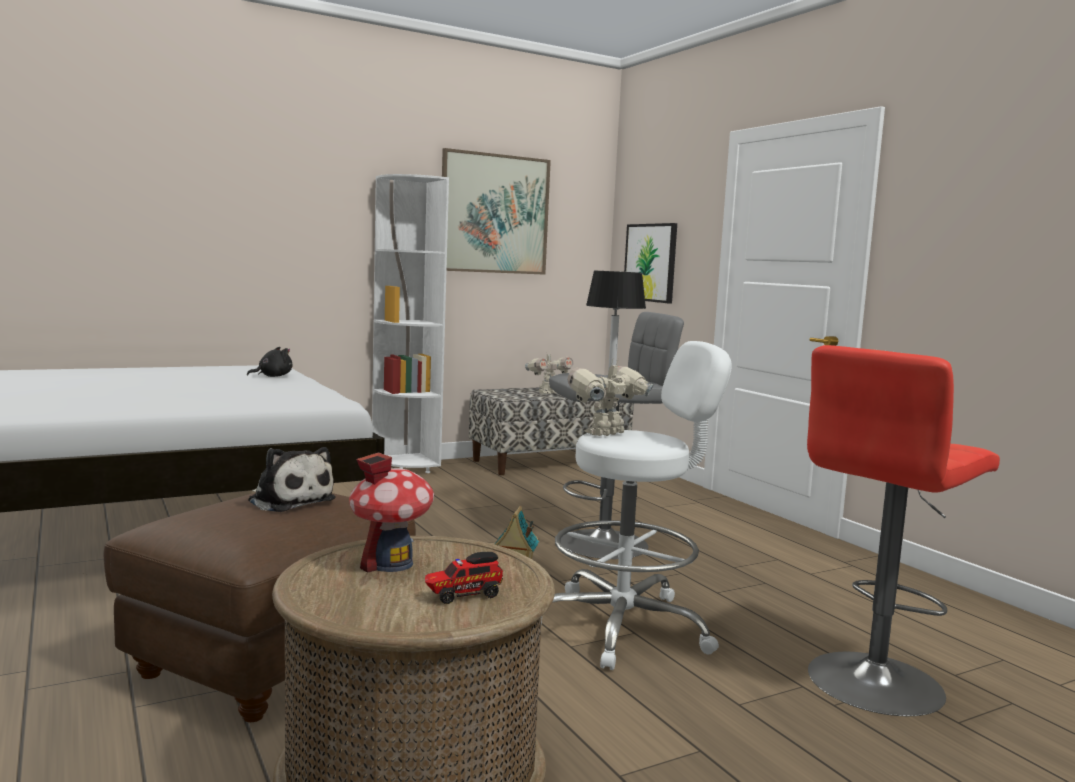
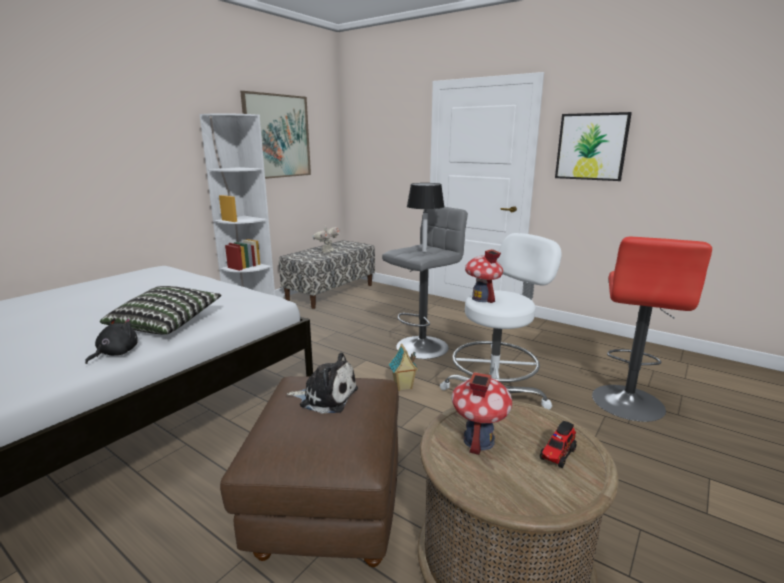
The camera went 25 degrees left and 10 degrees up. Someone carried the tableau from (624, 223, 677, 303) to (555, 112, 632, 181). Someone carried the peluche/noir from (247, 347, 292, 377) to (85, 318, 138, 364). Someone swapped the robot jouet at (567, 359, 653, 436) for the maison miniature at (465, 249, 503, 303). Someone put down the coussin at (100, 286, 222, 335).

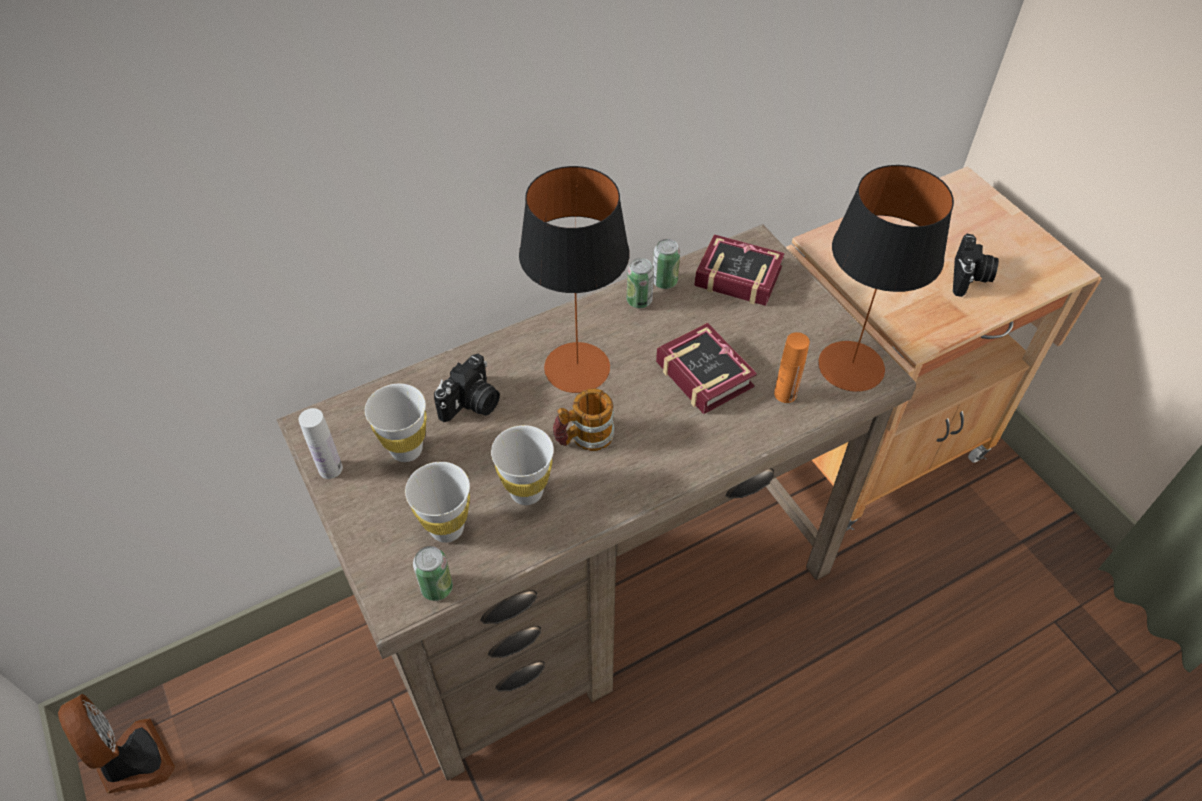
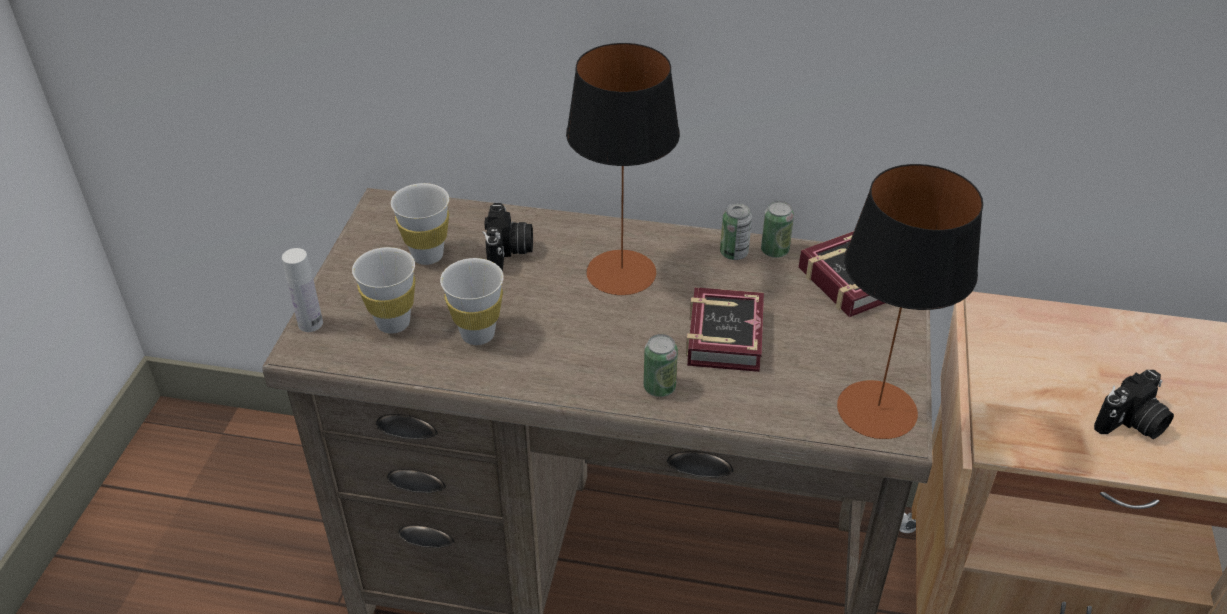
The camera went 40 degrees right and 10 degrees down. Someone took away the bouteille/orange at (774, 332, 810, 403). Someone rotated the appareil photo at (434, 354, 500, 422) by 75 degrees counterclockwise. Someone took away the mug at (553, 388, 614, 451). Someone carried the bouteille/blanc from (299, 408, 343, 479) to (282, 248, 323, 332). Someone carried the boîte métallique from (413, 546, 453, 601) to (644, 334, 678, 397). Someone took away the ventilateur at (58, 694, 175, 793).

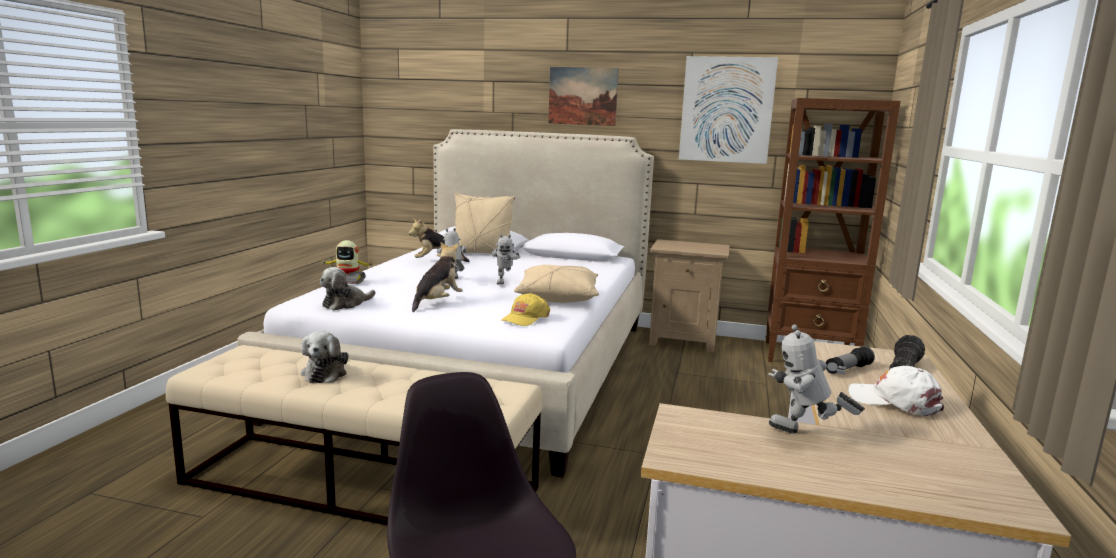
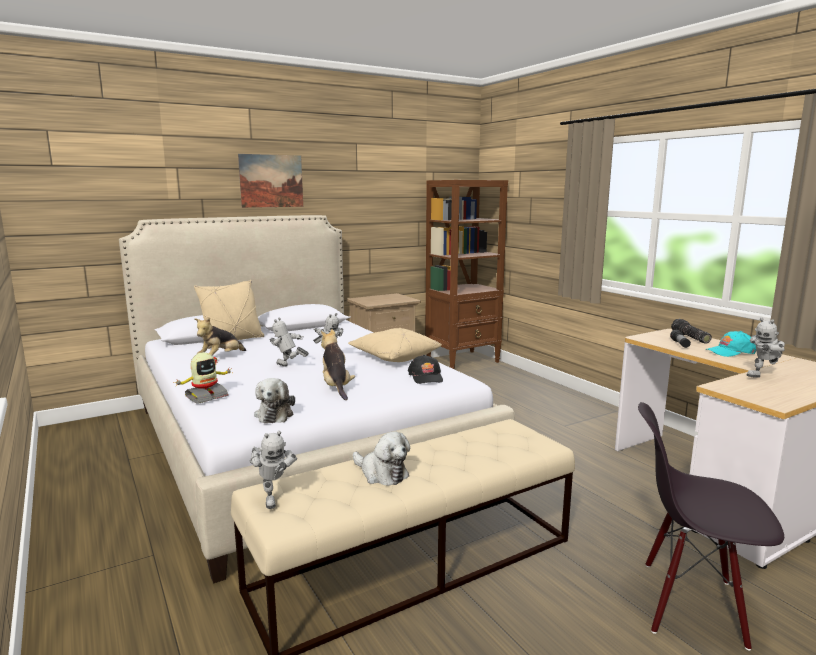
The camera went 45 degrees left and 0 degrees up. Someone took away the tableau at (679, 56, 778, 164). Someone repainted the casquette/jaune at (501, 293, 550, 326), which became the casquette/noir at (408, 355, 443, 384). Someone repainted the casquette/blanc at (848, 366, 944, 416), which became the casquette/turquoise at (707, 331, 756, 357). Someone put down the robot jouet at (250, 430, 297, 509).

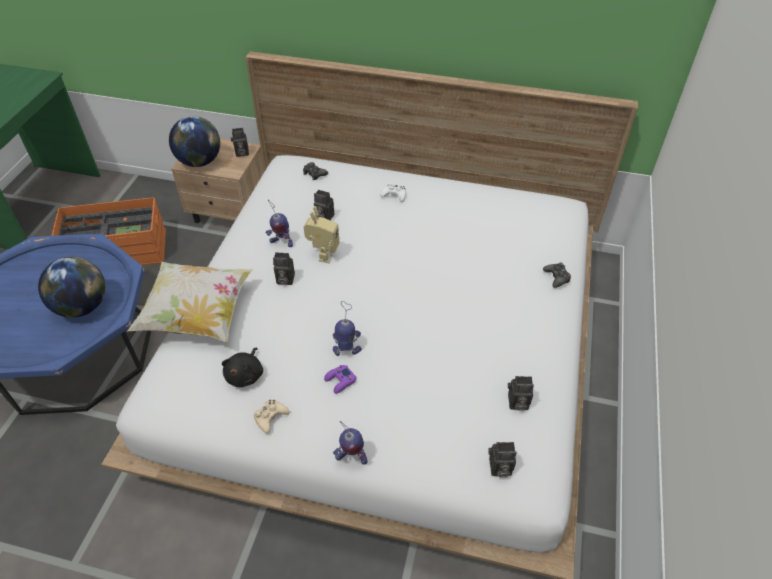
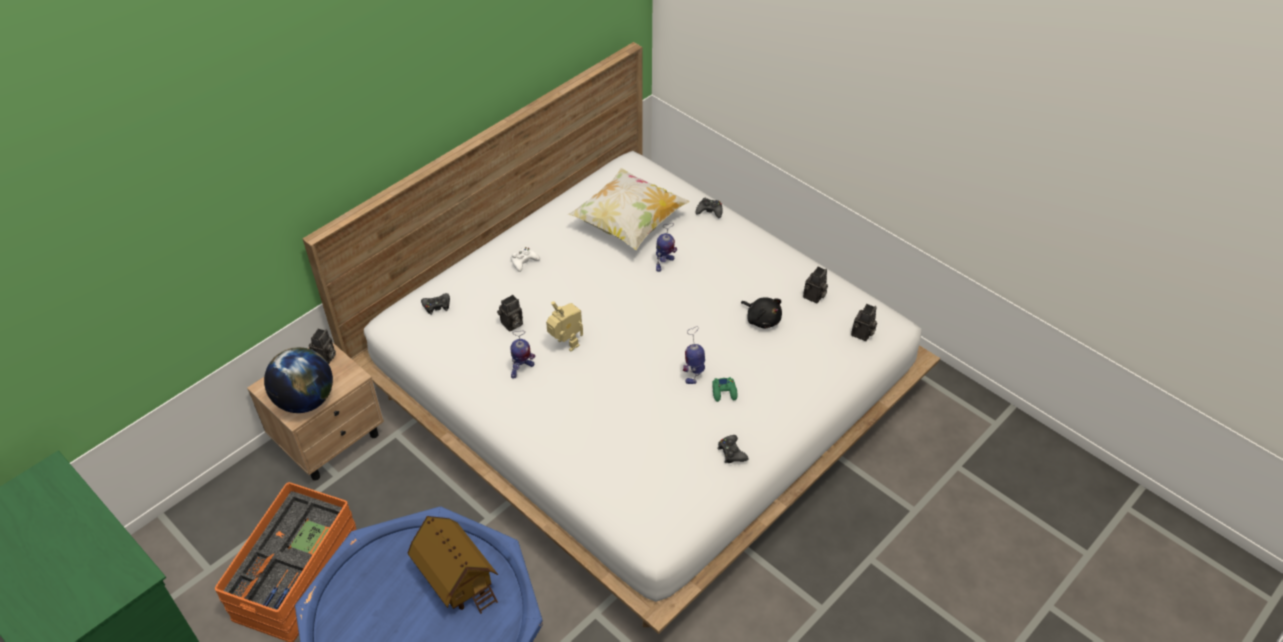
The camera went 60 degrees left and 0 degrees up. Someone took away the appareil photo at (273, 252, 295, 285). Someone swapped the globe at (38, 257, 105, 318) for the maison miniature at (408, 516, 498, 614). Someone carried the coussin from (127, 262, 253, 342) to (568, 168, 690, 250). Someone carried the peluche/noir from (222, 348, 263, 387) to (741, 297, 782, 329). Someone repainted the manette/violet at (324, 365, 356, 394), which became the manette/vert at (712, 377, 738, 402). Someone repainted the manette/beige at (254, 400, 290, 434), which became the manette/noir at (717, 435, 749, 463). Someone carried the robot jouet from (333, 421, 368, 465) to (656, 223, 677, 272).

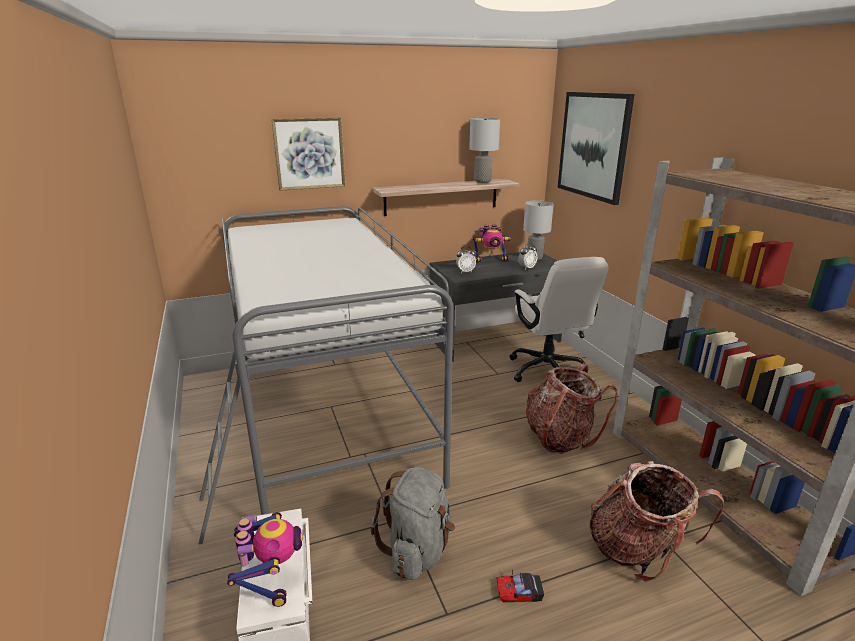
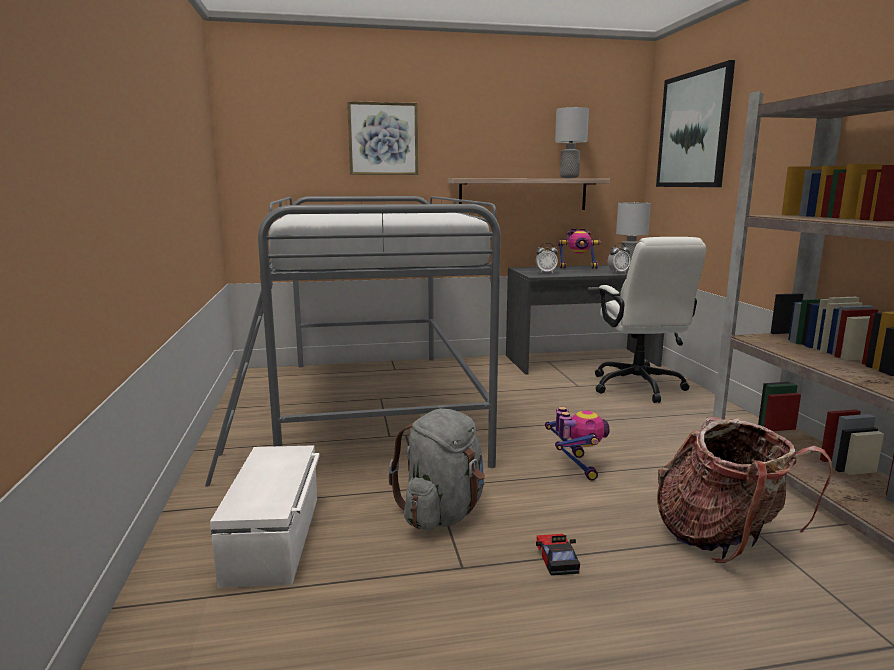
The camera went 10 degrees right and 10 degrees down. Someone took away the sac à dos at (526, 363, 617, 454). Someone carried the robot jouet from (227, 512, 304, 607) to (545, 407, 610, 480). Someone rotated the petite voiture at (496, 571, 544, 602) by 75 degrees clockwise.

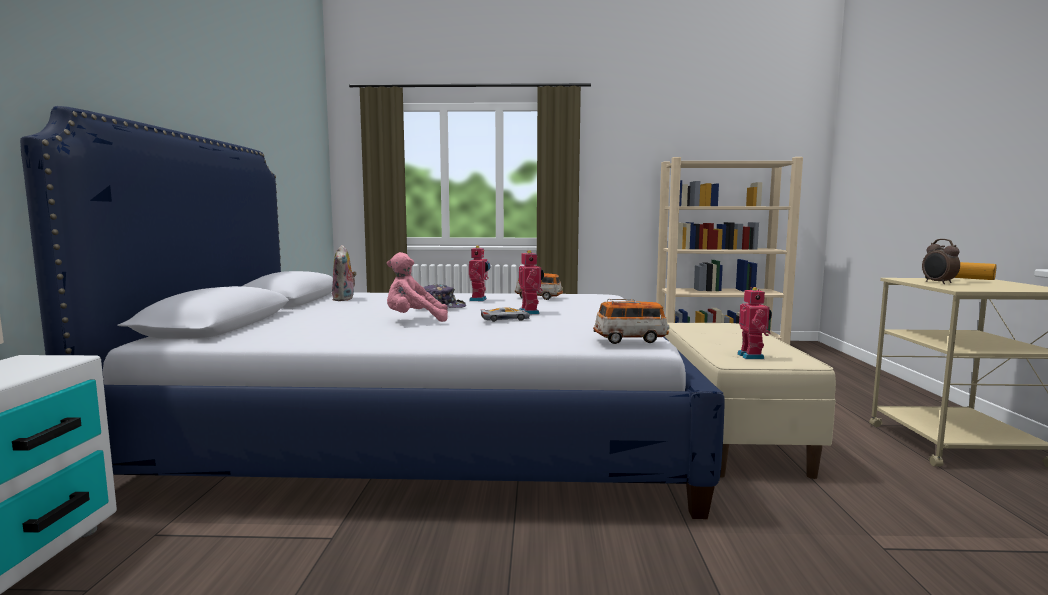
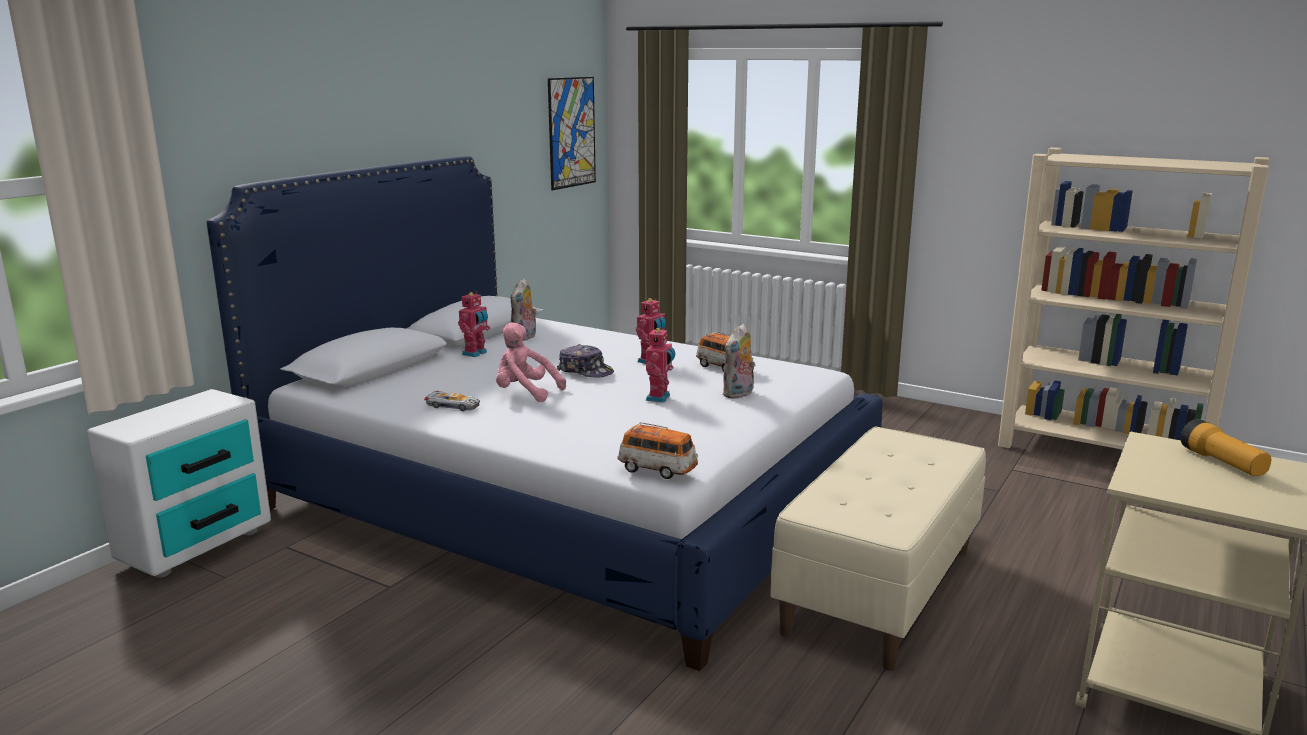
The camera went 30 degrees right and 10 degrees up. Someone took away the réveil at (922, 239, 960, 284). Someone carried the robot jouet from (737, 287, 772, 359) to (458, 292, 490, 357). Someone carried the petite voiture from (480, 307, 530, 322) to (424, 391, 480, 411). Someone put up the tableau at (548, 77, 596, 190). Someone put down the peluche at (722, 324, 756, 399).

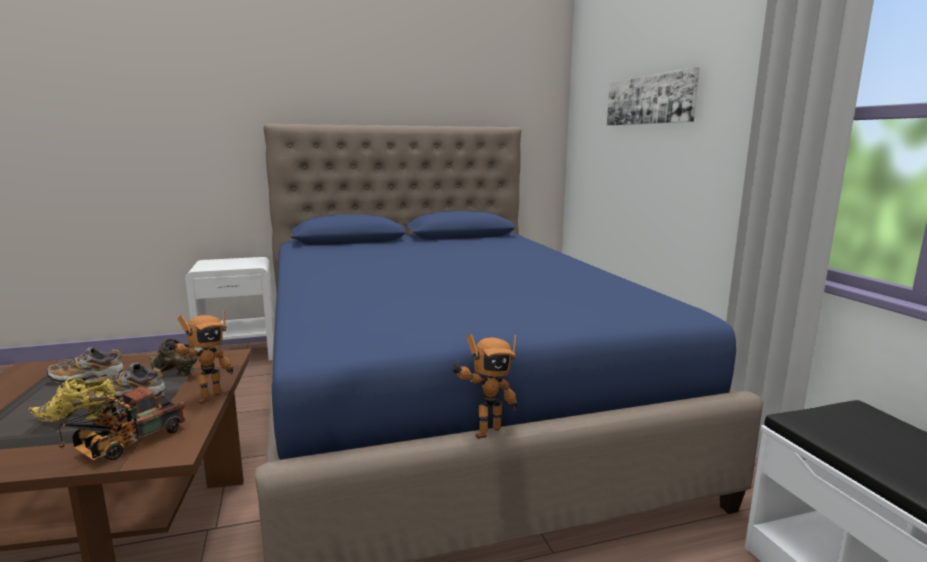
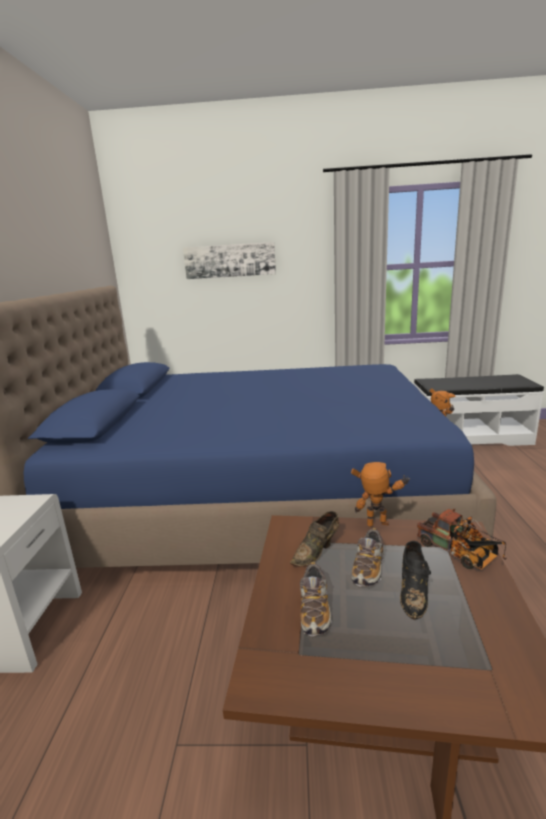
The camera went 70 degrees left and 5 degrees up. Someone rotated the robot jouet at (166, 311, 233, 404) by 45 degrees counterclockwise. Someone repainted the chaussure/jaune at (28, 378, 116, 422), which became the chaussure/noir at (400, 541, 431, 619).

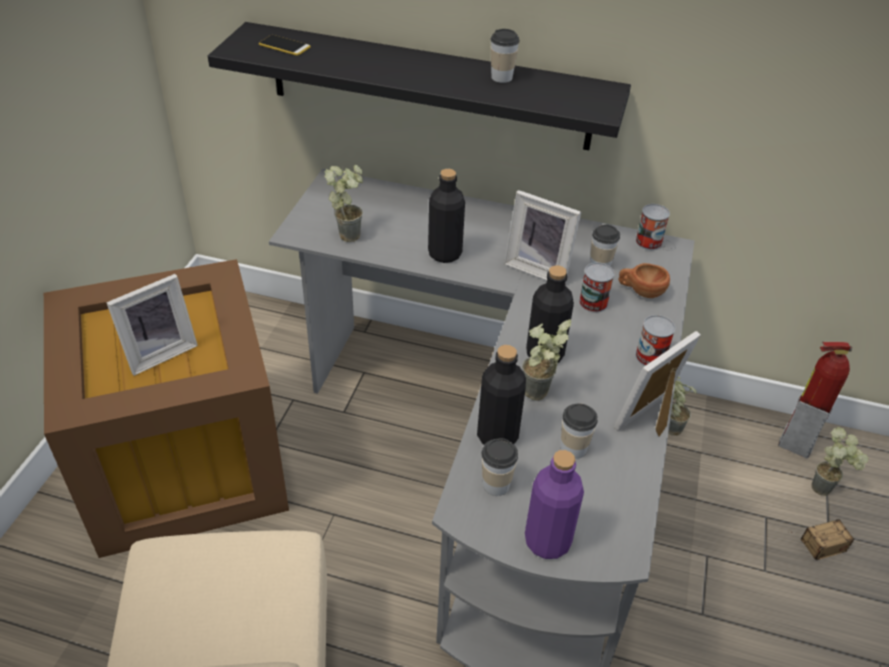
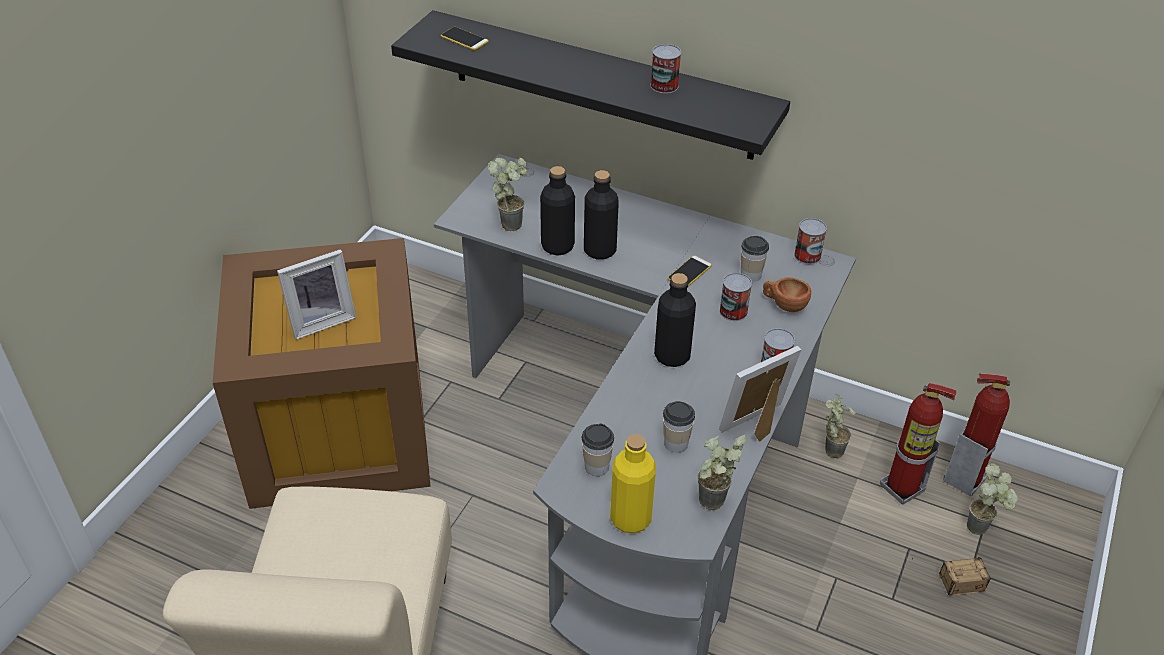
The camera went 10 degrees right and 0 degrees up. Someone swapped the tasse at (490, 29, 520, 83) for the boîte métallique at (651, 44, 681, 94). Someone swapped the cadre photo at (504, 190, 581, 284) for the téléphone at (667, 255, 712, 287). Someone carried the plante en pot from (522, 319, 571, 400) to (698, 435, 747, 510). Someone carried the bouteille/noir from (477, 345, 526, 445) to (540, 166, 575, 256). Someone repainted the bouteille/violet at (525, 450, 584, 559), which became the bouteille/jaune at (610, 434, 656, 533). Someone put down the extincteur at (880, 383, 957, 505).

